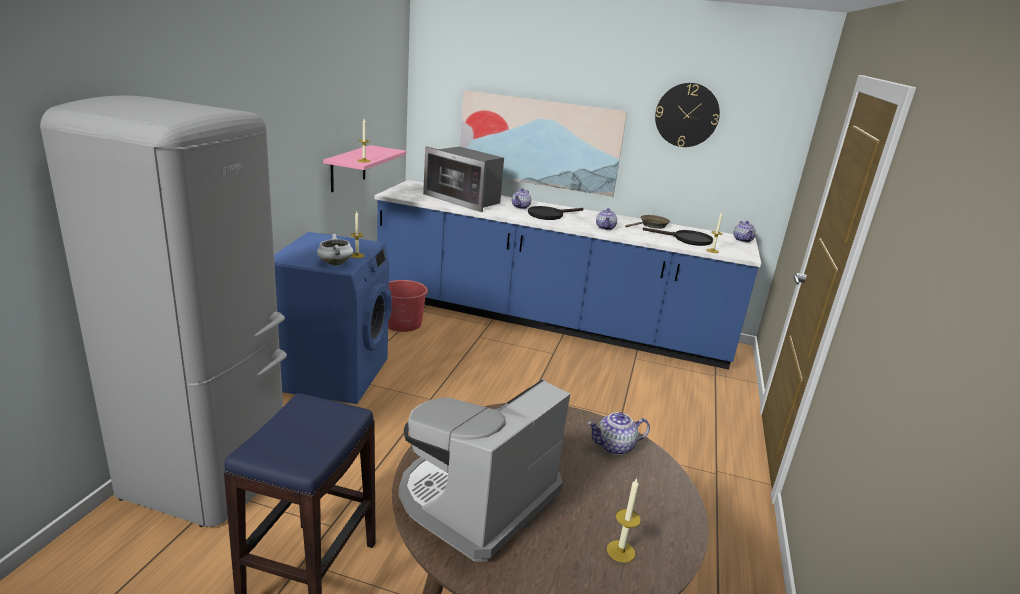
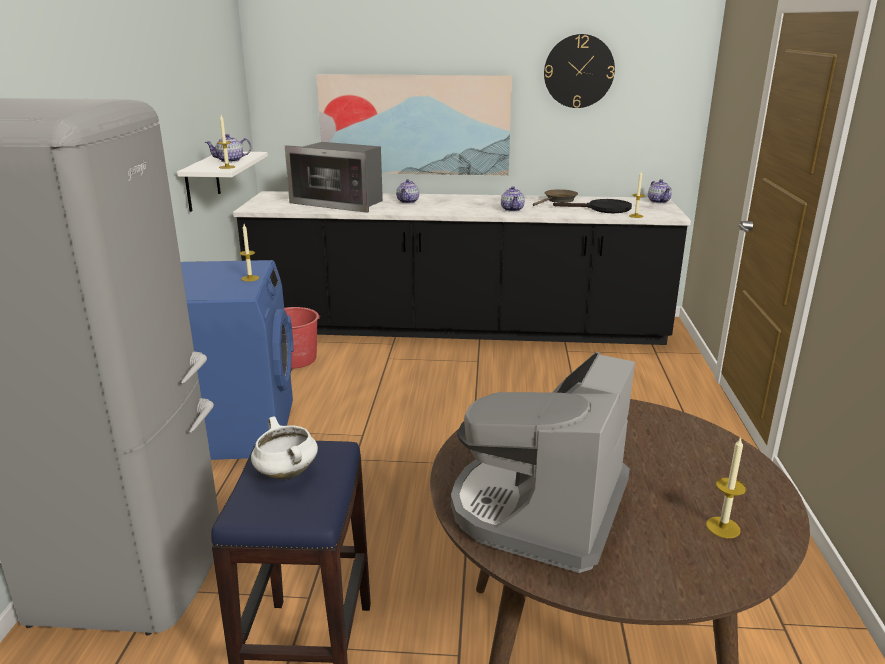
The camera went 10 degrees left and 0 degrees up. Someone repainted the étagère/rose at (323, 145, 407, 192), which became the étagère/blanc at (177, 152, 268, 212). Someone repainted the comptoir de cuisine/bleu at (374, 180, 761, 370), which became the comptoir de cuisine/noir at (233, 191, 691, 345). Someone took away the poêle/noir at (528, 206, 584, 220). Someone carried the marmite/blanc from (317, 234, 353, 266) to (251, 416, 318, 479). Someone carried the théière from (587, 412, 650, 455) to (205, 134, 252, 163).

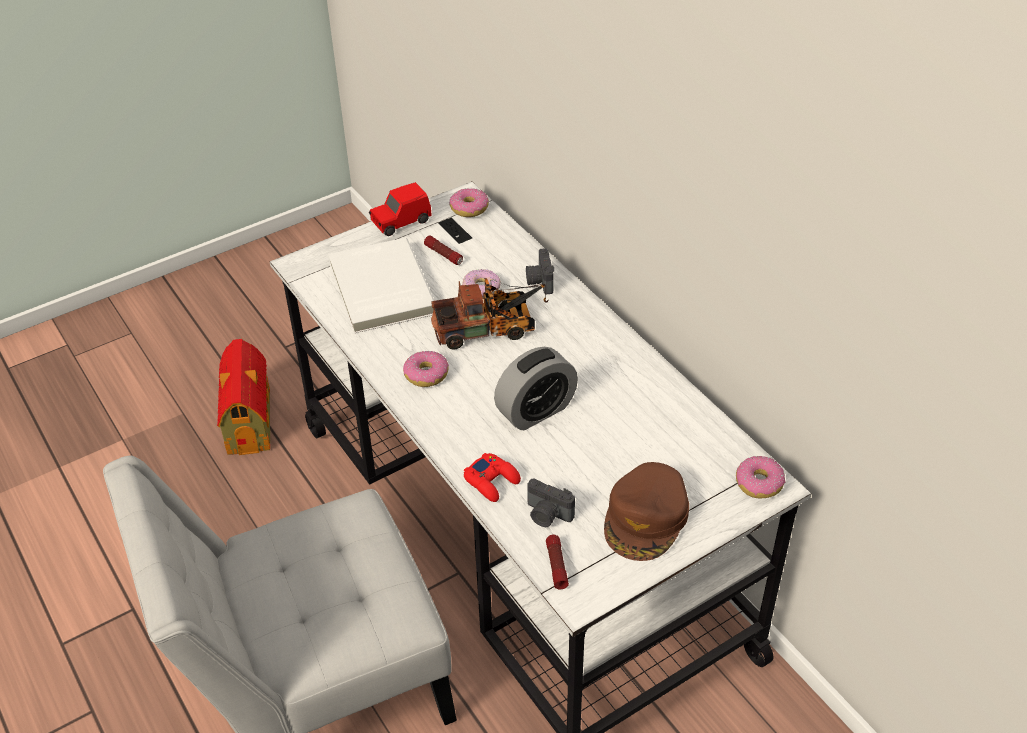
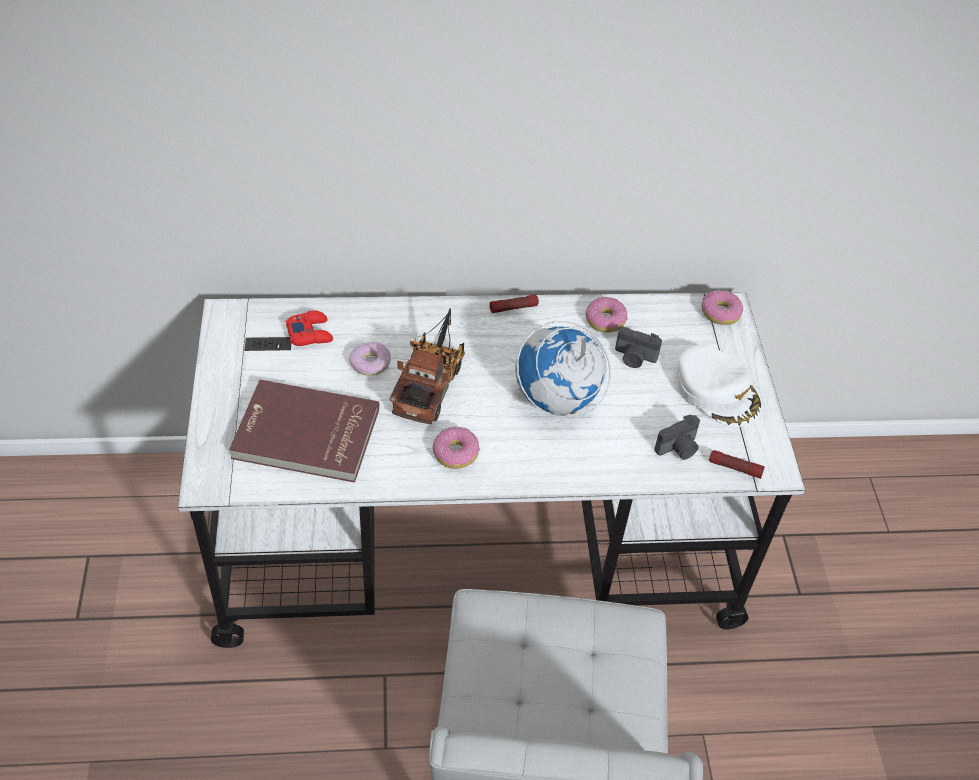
The camera went 65 degrees left and 5 degrees up. Someone took away the petite voiture/rouge at (369, 182, 432, 236). Someone carried the beignet from (450, 188, 489, 217) to (586, 297, 628, 333). Someone carried the lampe de poche from (424, 235, 463, 265) to (490, 295, 539, 313). Someone repainted the livre/blanc at (328, 237, 435, 333), which became the livre/rouge at (229, 380, 379, 483). Someone carried the appareil photo from (526, 248, 554, 295) to (615, 327, 662, 368). Someone took away the maison miniature at (217, 339, 270, 455). Someone swapped the réveil at (494, 347, 578, 430) for the globe at (515, 321, 611, 419). Someone carried the manette/rouge from (464, 453, 521, 502) to (286, 311, 333, 346). Someone repainted the casquette/marron at (604, 462, 689, 561), which became the casquette/blanc at (677, 345, 761, 427).

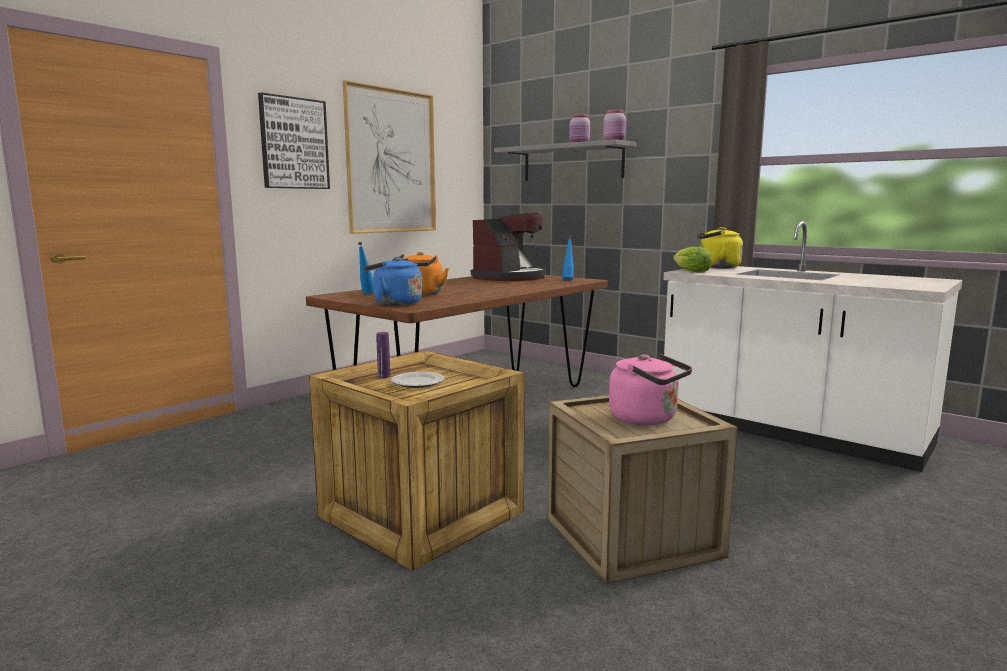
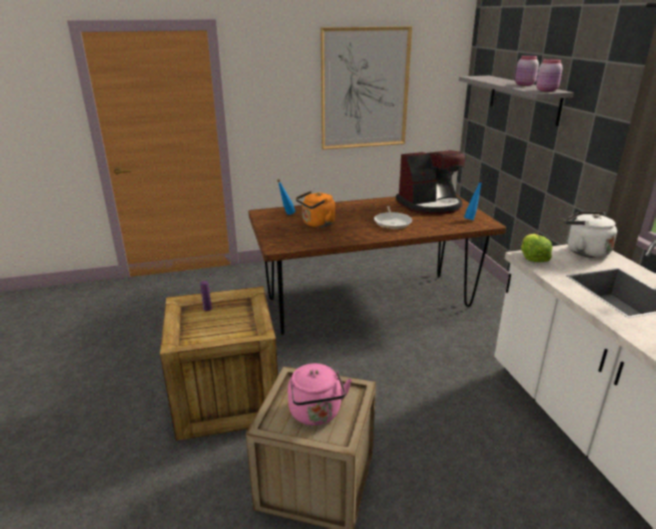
The camera went 35 degrees right and 15 degrees up. Someone took away the tableau at (258, 92, 330, 189). Someone repainted the bouilloire/jaune at (697, 227, 743, 268), which became the bouilloire/blanc at (564, 211, 617, 258). Someone took away the bouilloire/bleu at (363, 257, 422, 306). Someone took away the assiette at (391, 372, 445, 388). Someone put down the poêle at (374, 206, 412, 229).

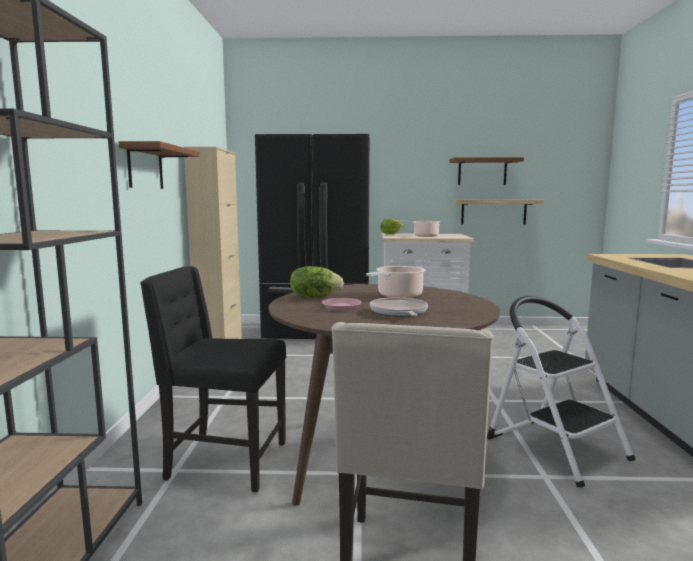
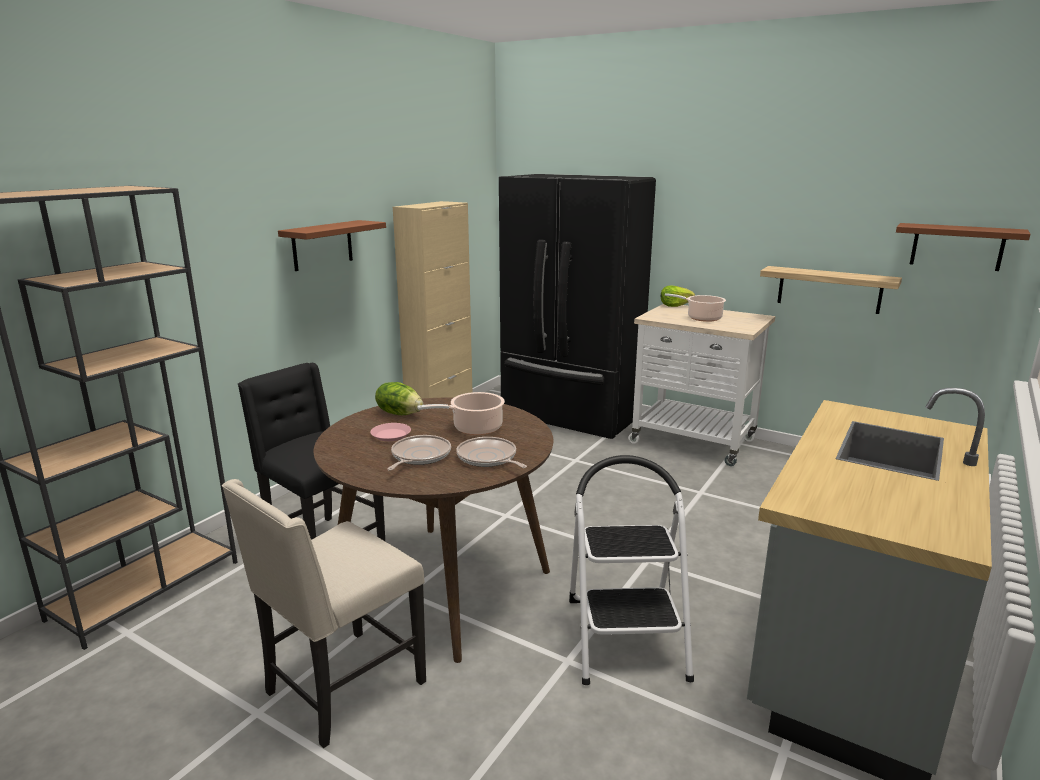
The camera went 30 degrees right and 10 degrees up. Someone carried the étagère/marron from (449, 157, 524, 185) to (896, 223, 1030, 271). Someone put down the poêle at (456, 437, 527, 468).

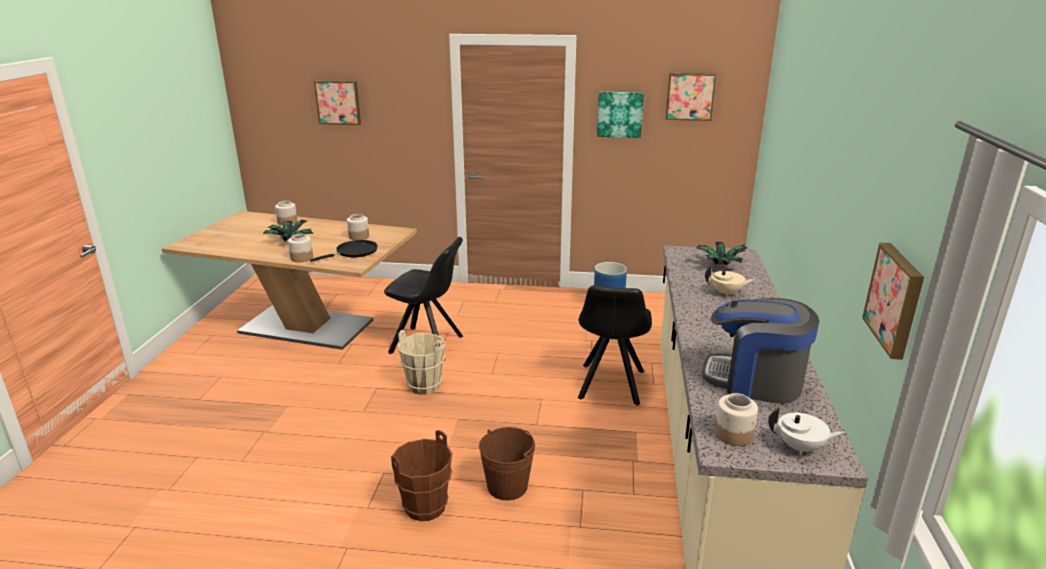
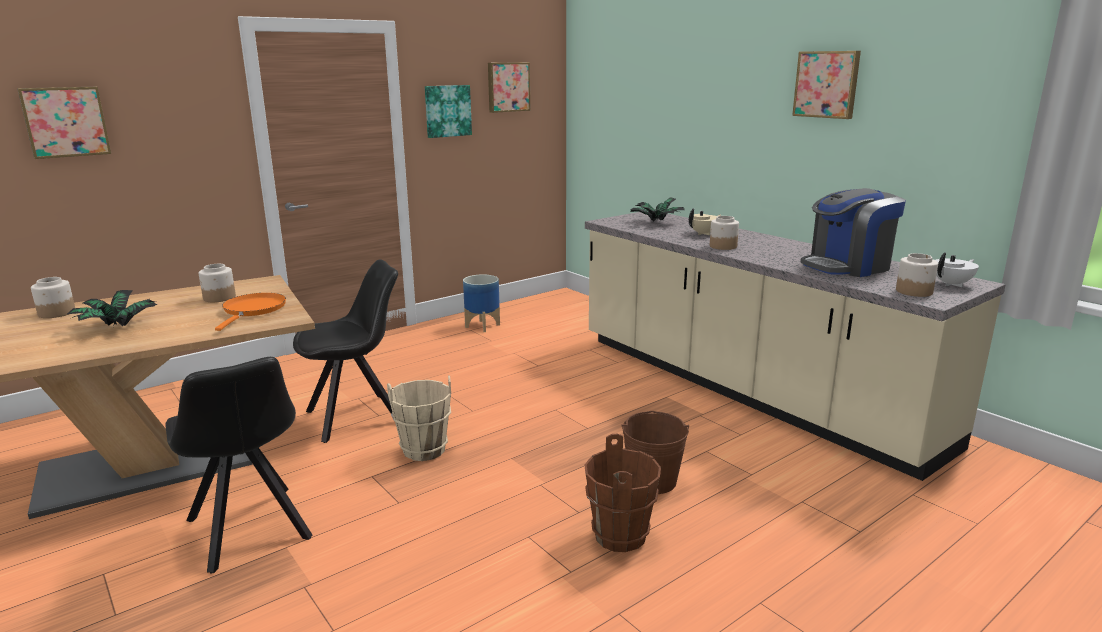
The camera went 45 degrees left and 5 degrees down. Someone carried the bocal from (288, 234, 313, 262) to (710, 216, 739, 250). Someone repainted the poêle/noir at (310, 240, 378, 262), which became the poêle/orange at (215, 293, 286, 331). Someone carried the tableau from (862, 242, 924, 360) to (792, 51, 861, 119). Someone carried the chaise/noir from (578, 285, 652, 406) to (166, 357, 313, 573).

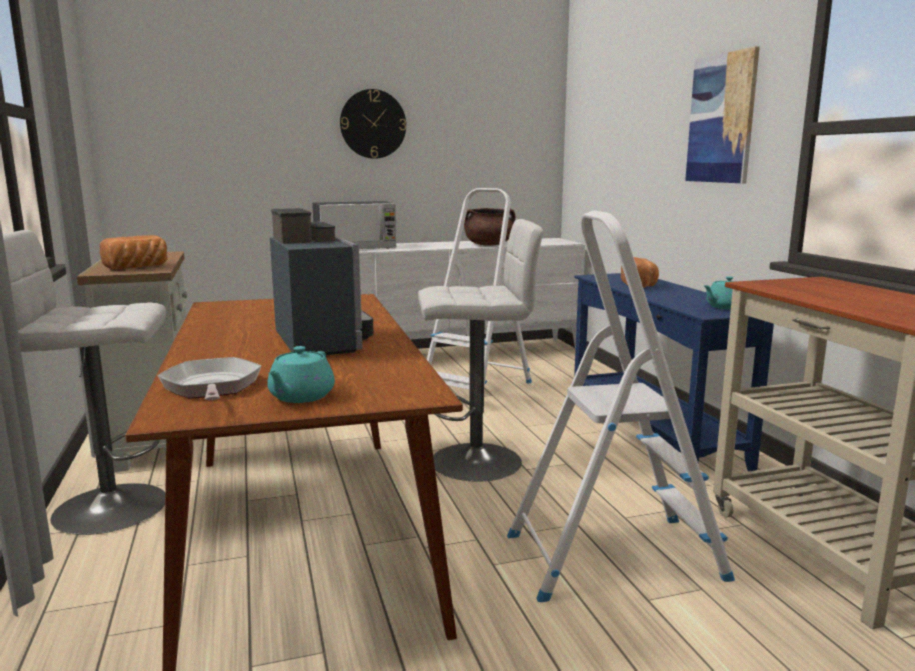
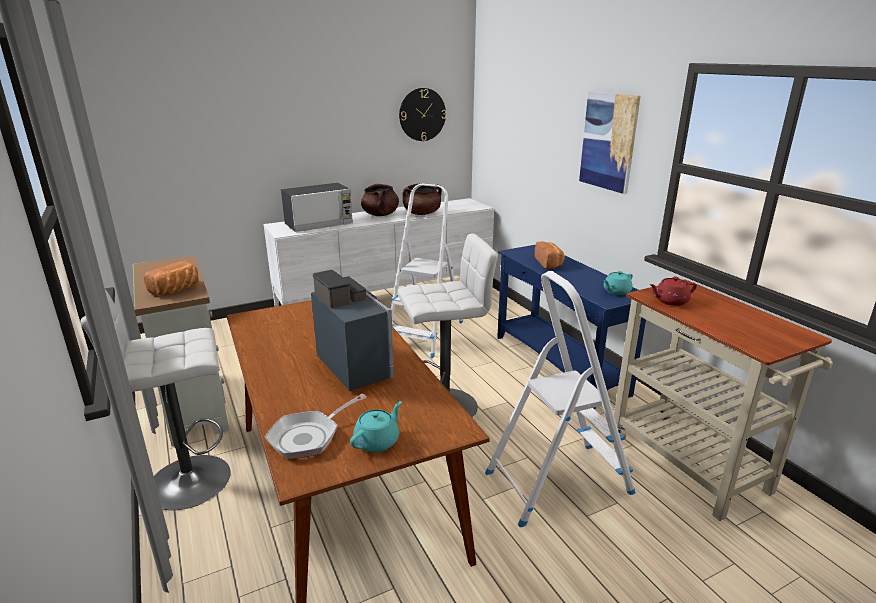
The camera went 10 degrees left and 10 degrees up. Someone carried the horloge murale from (340, 89, 406, 159) to (399, 88, 446, 141). Someone rotated the théière/turquoise at (267, 346, 335, 403) by 150 degrees counterclockwise. Someone rotated the poêle at (158, 357, 262, 400) by 105 degrees counterclockwise. Someone put down the marmite/marron at (361, 184, 399, 216). Someone put down the théière/rouge at (649, 276, 697, 306).

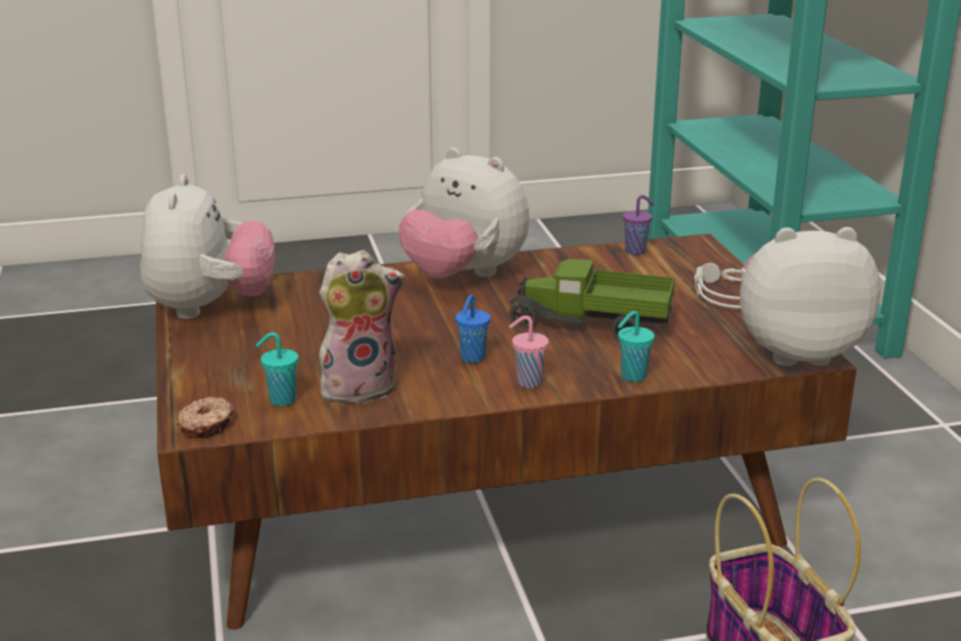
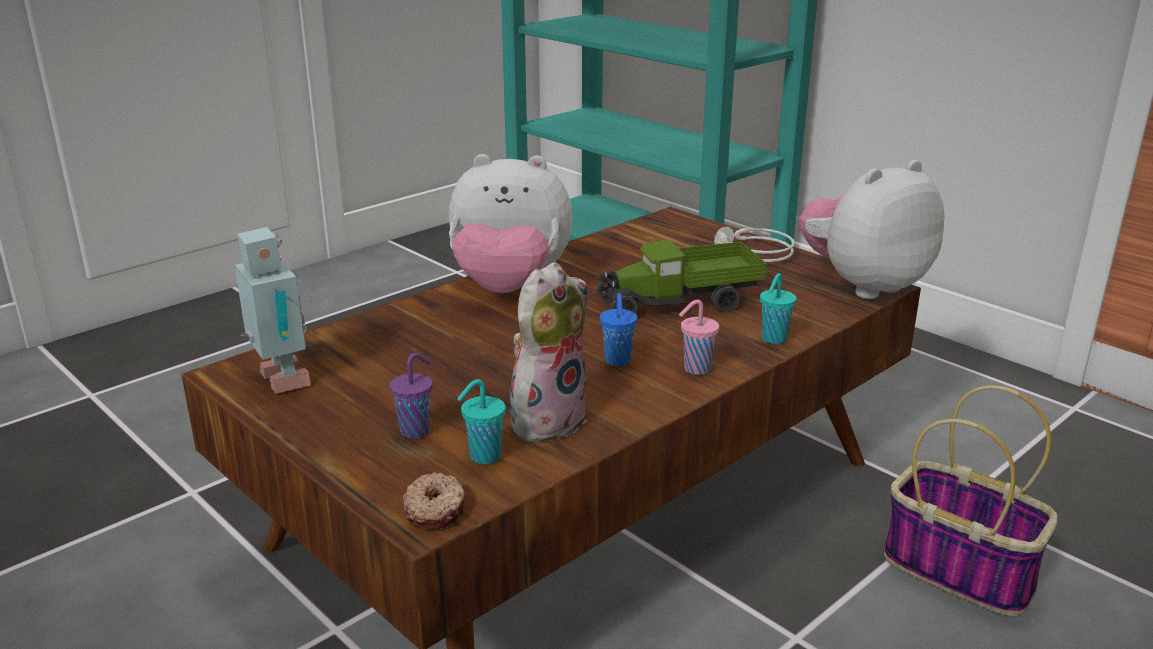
The camera went 30 degrees left and 0 degrees up. Someone swapped the peluche at (140, 174, 275, 319) for the robot jouet at (235, 227, 311, 394). Someone carried the tasse/violet from (623, 195, 654, 255) to (389, 353, 432, 439).

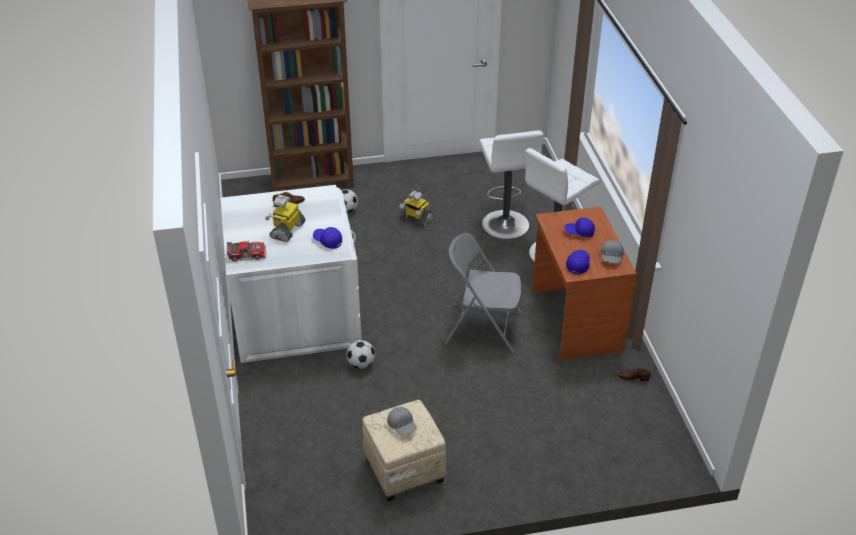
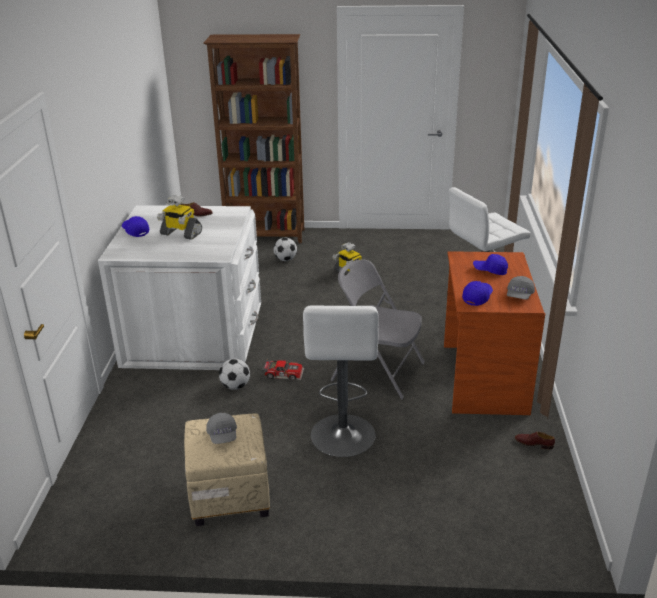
The camera went 15 degrees right and 10 degrees down. Someone carried the tabouret/blanc from (479, 130, 544, 239) to (303, 305, 379, 457). Someone rotated the robot jouet at (265, 195, 305, 242) by 105 degrees counterclockwise. Someone carried the casquette/bleu from (313, 227, 342, 249) to (122, 216, 149, 237). Someone carried the petite voiture from (227, 241, 266, 262) to (263, 359, 304, 380).

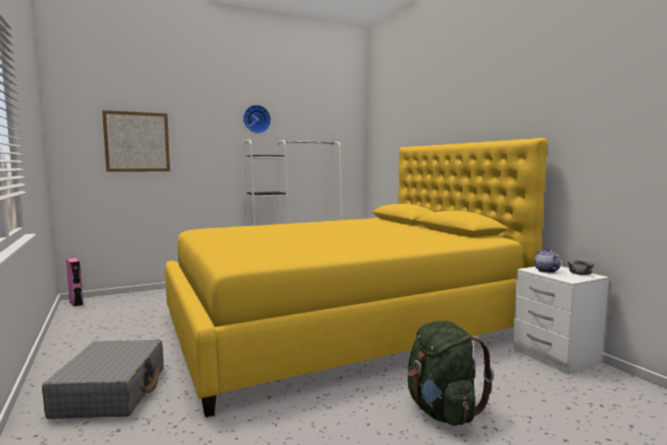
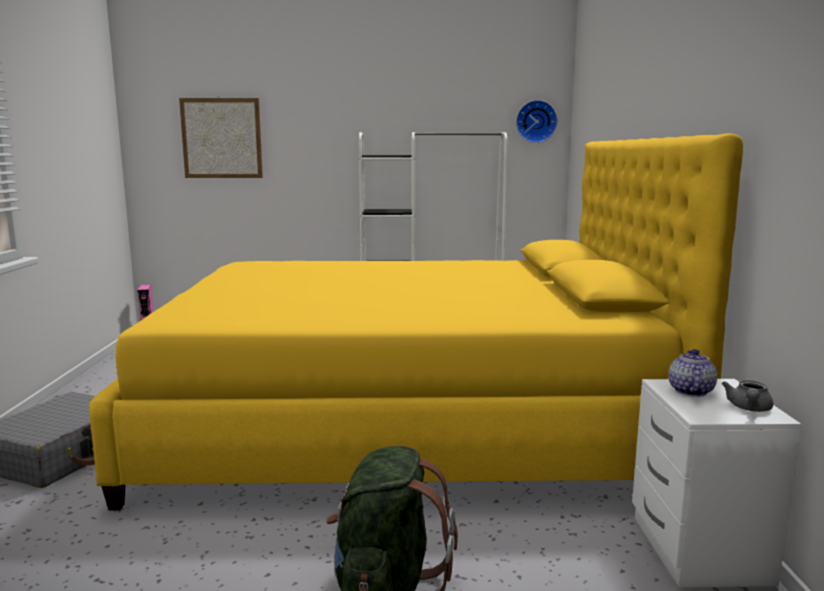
The camera went 25 degrees right and 5 degrees up. Someone carried the horloge murale from (243, 105, 271, 134) to (516, 100, 558, 143).

